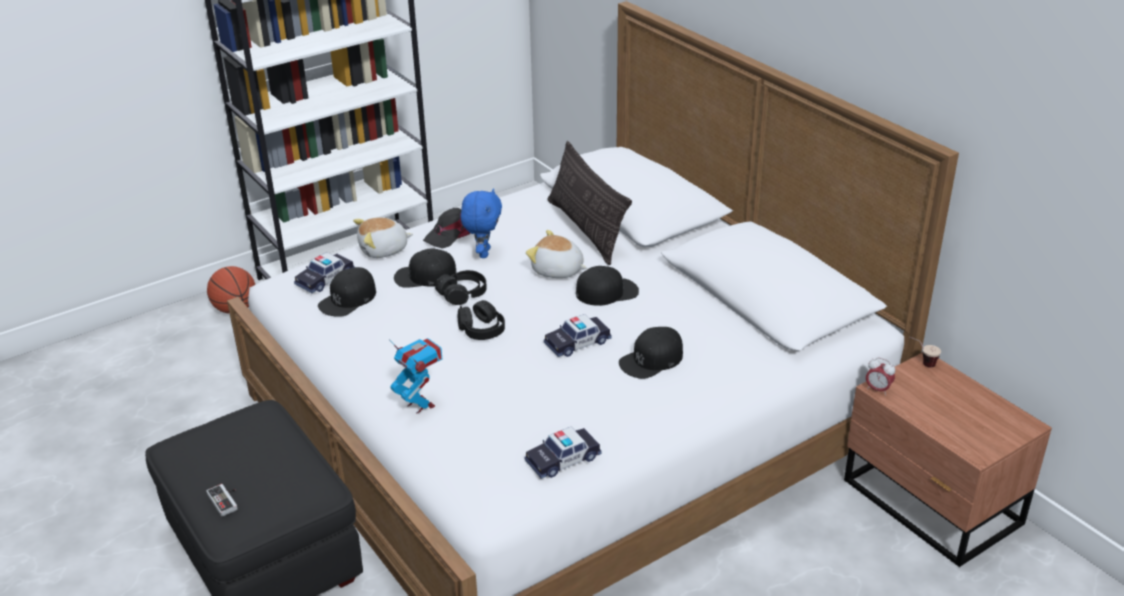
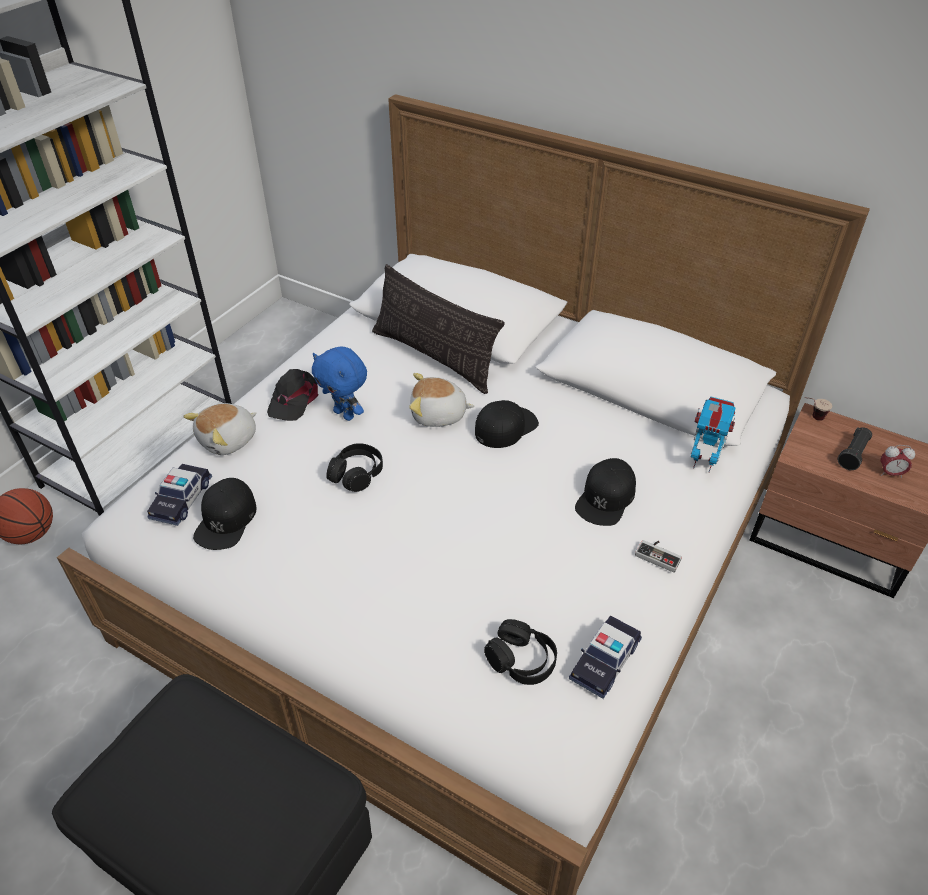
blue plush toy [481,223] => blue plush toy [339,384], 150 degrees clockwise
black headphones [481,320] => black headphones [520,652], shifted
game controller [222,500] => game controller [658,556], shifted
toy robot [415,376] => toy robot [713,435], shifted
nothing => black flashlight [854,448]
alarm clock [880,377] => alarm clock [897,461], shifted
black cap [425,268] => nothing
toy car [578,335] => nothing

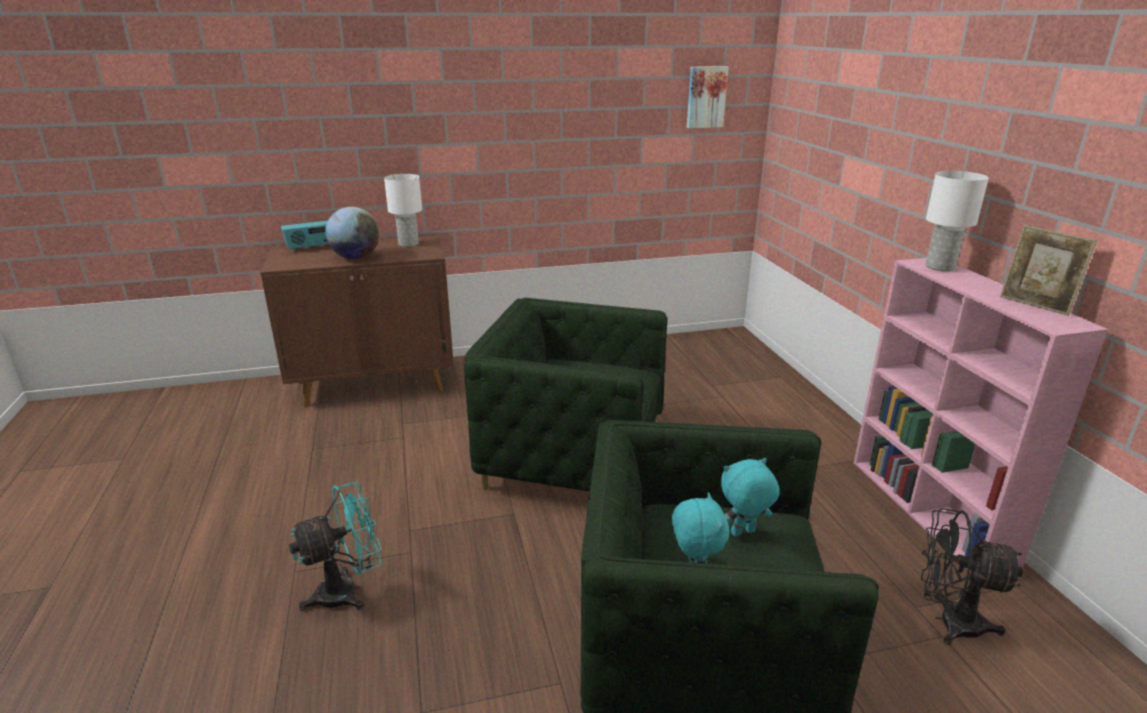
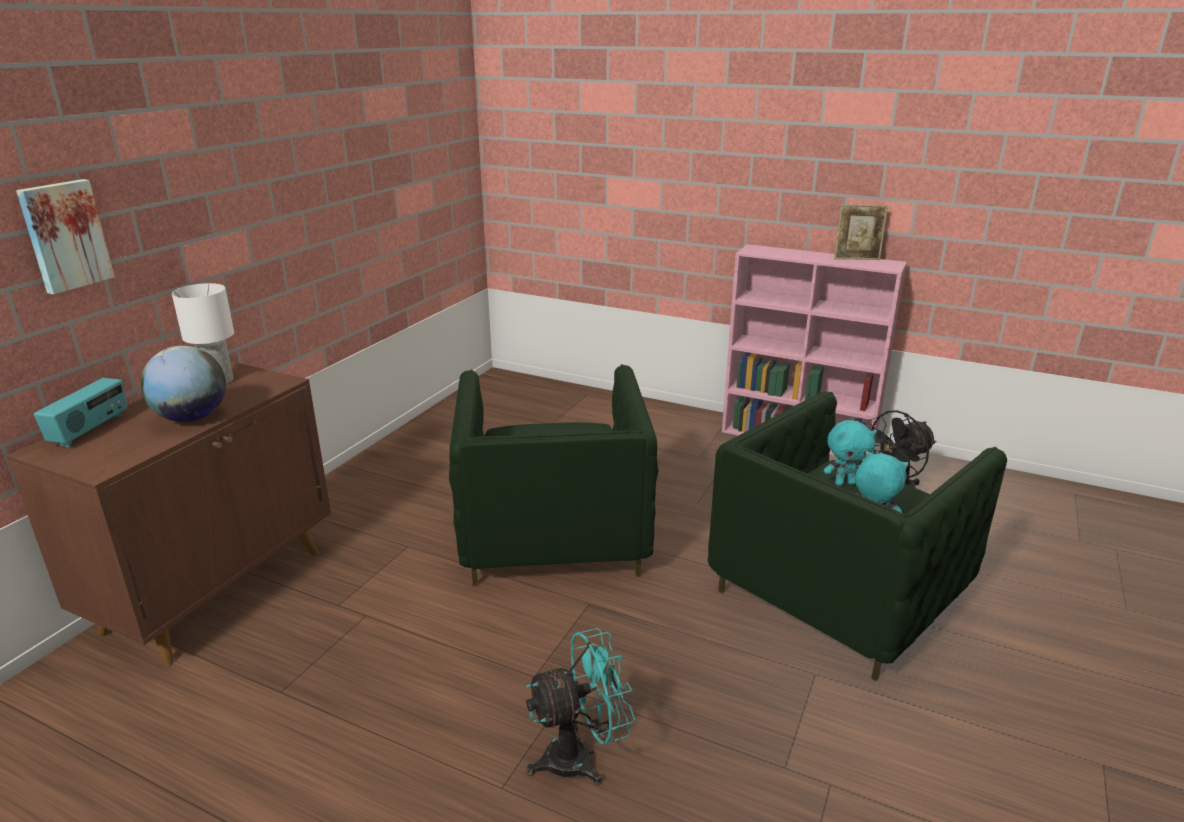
picture [708,97] => picture [65,236], shifted
green armchair [566,395] => green armchair [554,475], 60 degrees counterclockwise
turquoise fan [335,546] => turquoise fan [580,706], 60 degrees clockwise
turquoise plush toy [750,497] => turquoise plush toy [850,453], 120 degrees counterclockwise
white table lamp [957,221] => nothing

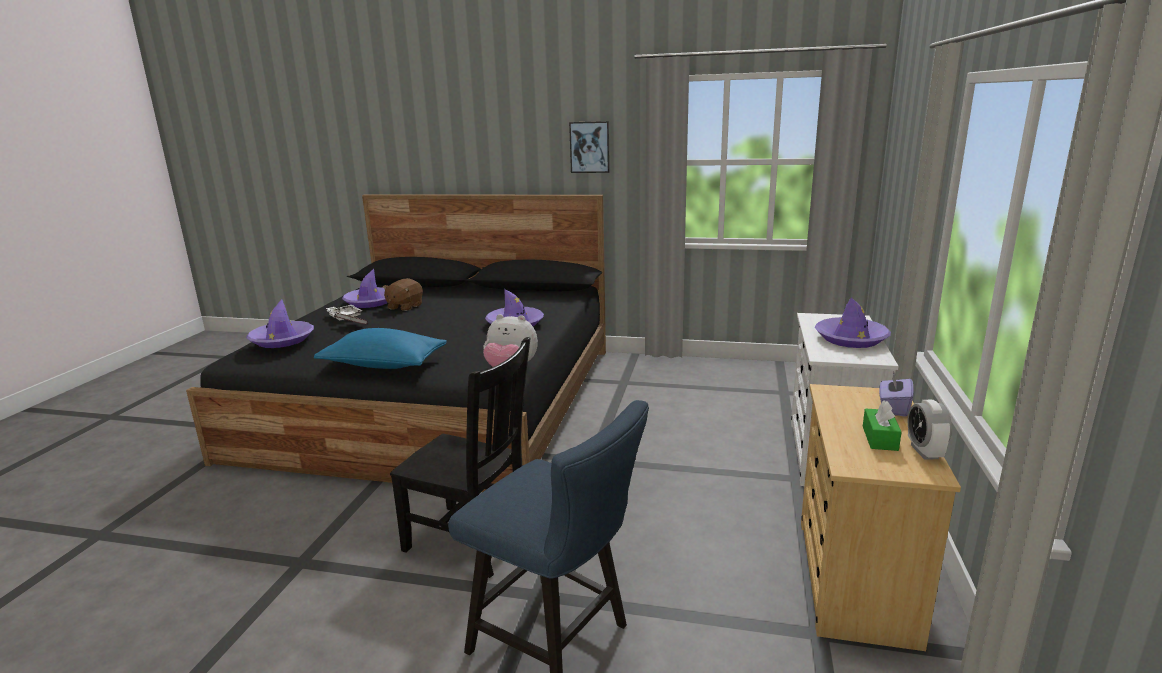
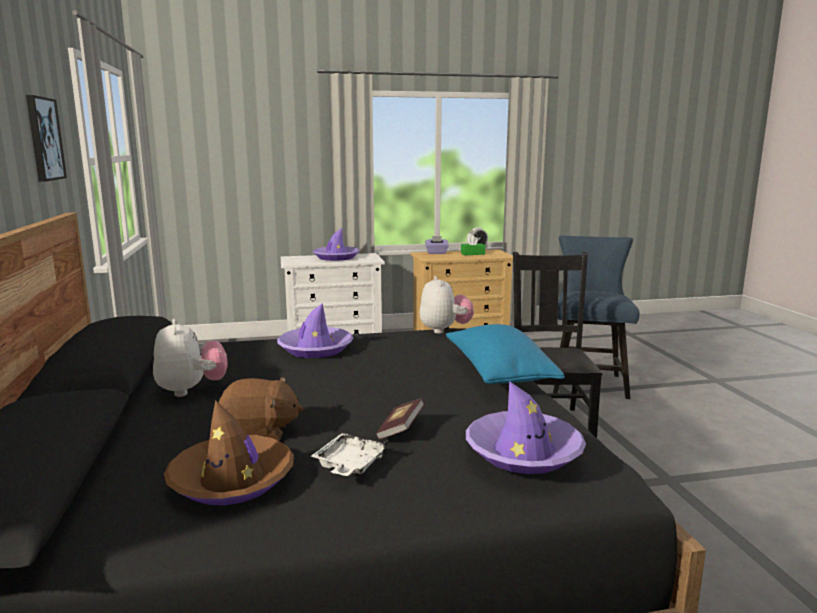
nothing => plush toy [190,358]
purple hat [364,288] => brown hat [229,452]

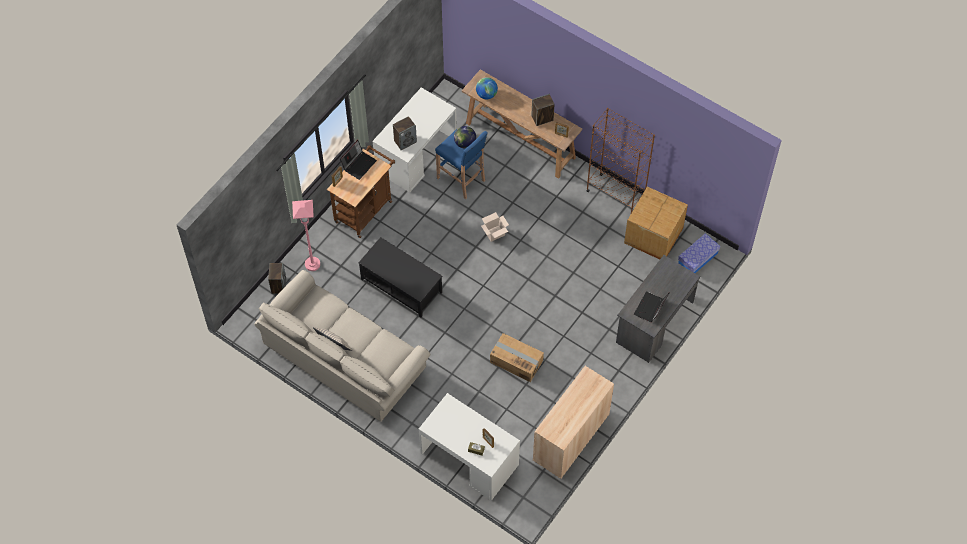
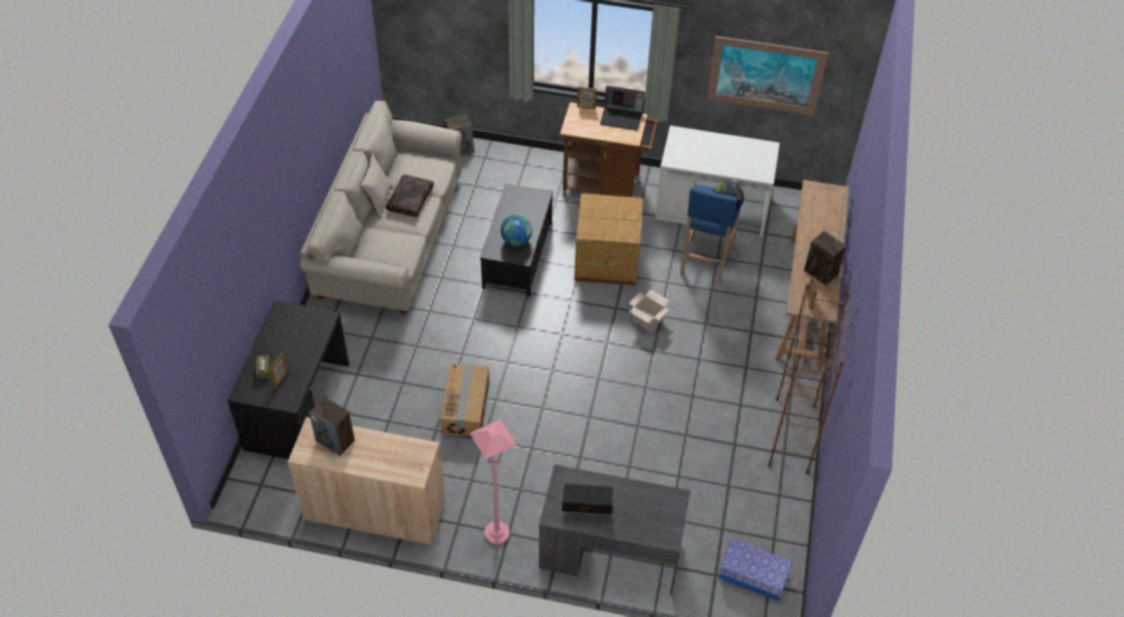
white desk [469,447] => black desk [288,379]
speaker [405,133] => speaker [332,426], shifted
nothing => brown pillow [410,195]
pink floor lamp [306,235] => pink floor lamp [493,482], shifted
globe [487,88] => globe [516,230], shifted
cardboard box [656,223] => cardboard box [608,239], shifted
nothing => picture [767,76]

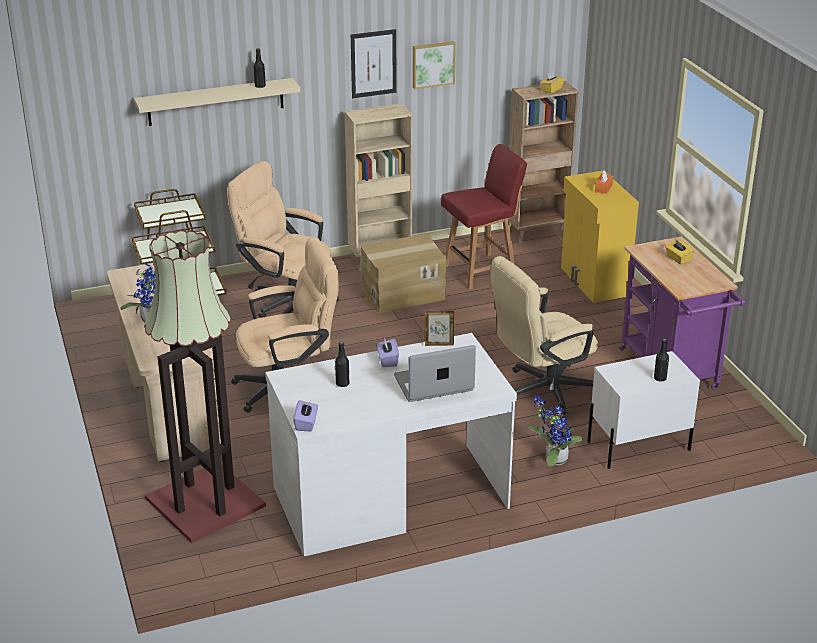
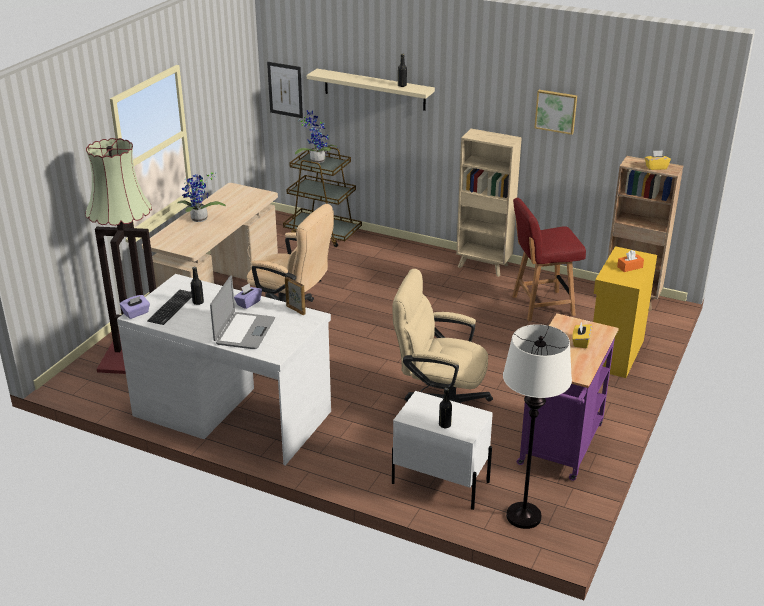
nothing => keyboard [169,307]
laptop [435,373] => laptop [242,312], 75 degrees clockwise
picture [374,63] => picture [285,90], shifted
potted plant [555,431] => potted plant [316,136], shifted
nothing => white floor lamp [537,426]
red chair [484,217] => red chair [549,259], 150 degrees clockwise
beige office chair [283,239] => nothing
cardboard box [403,273] => nothing

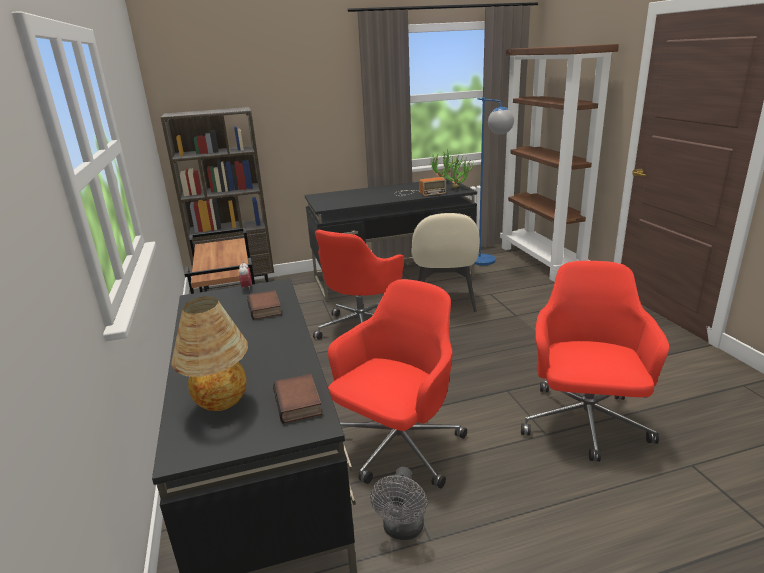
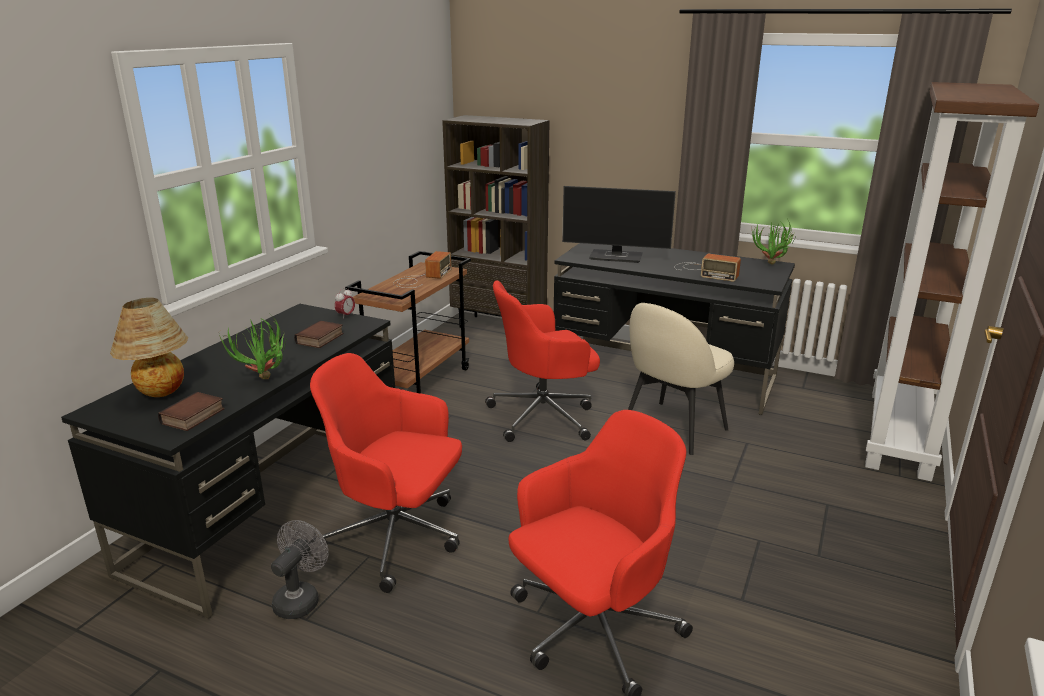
potted plant [458,171] => potted plant [252,346], shifted
grey fan [398,503] => grey fan [300,569], 150 degrees clockwise
red office chair [397,383] => red office chair [386,473], 150 degrees counterclockwise
nothing => radio [422,269]
nothing => monitor [619,224]
blue floor lamp [494,181] => nothing

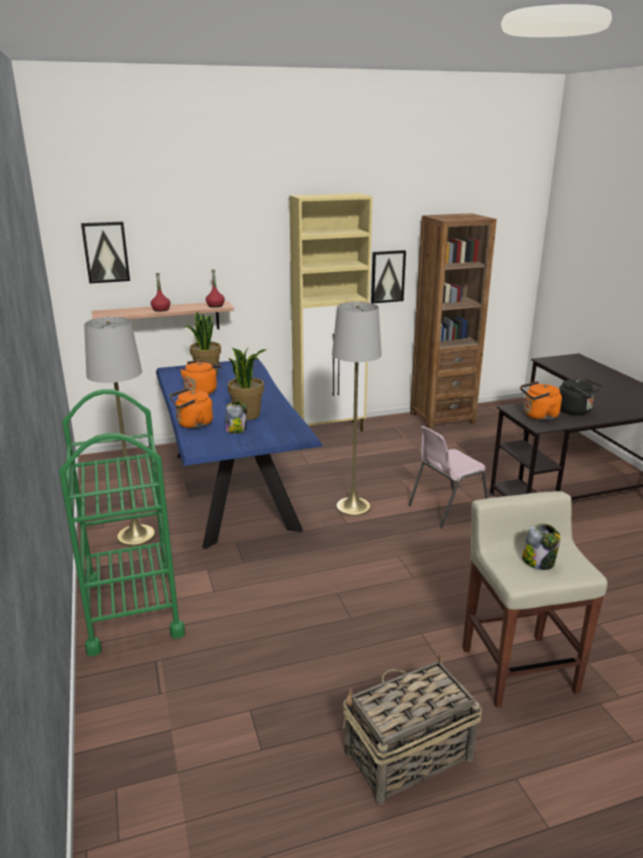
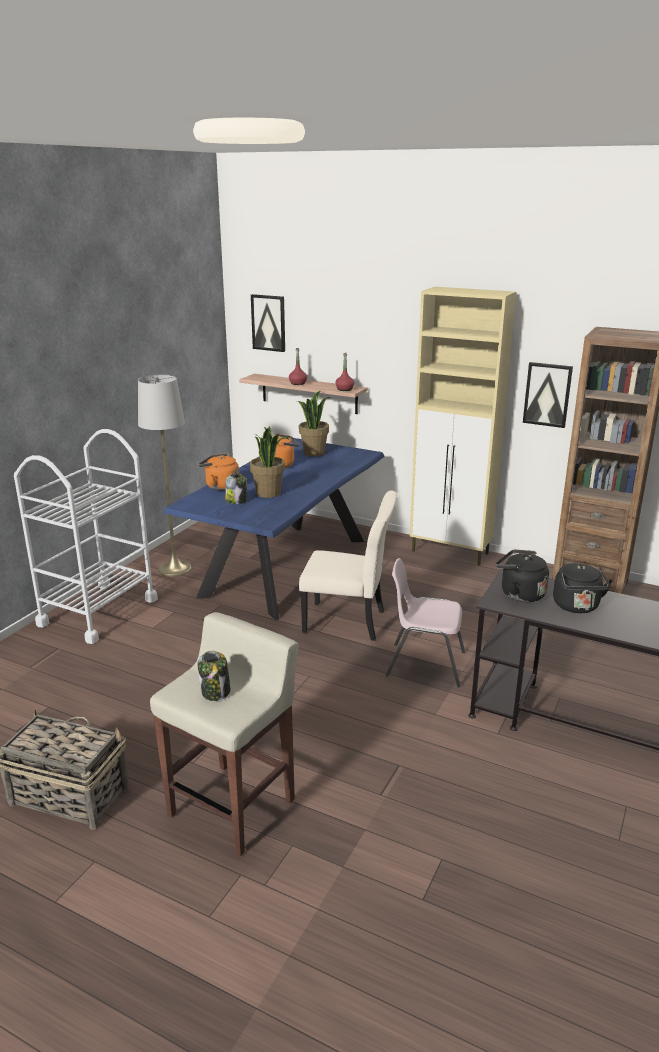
green cart [122,522] => white cart [86,536]
grey floor lamp [357,409] => beige chair [348,566]
orange kettle [541,400] => black kettle [522,576]

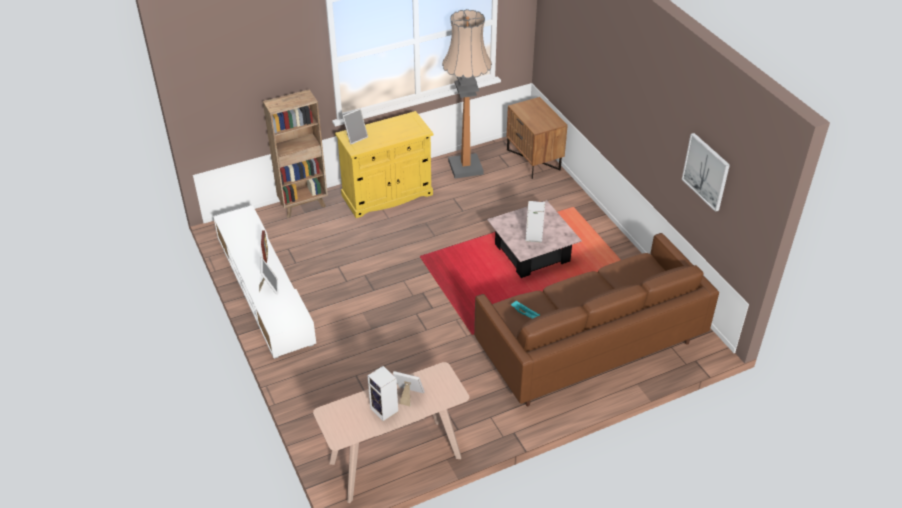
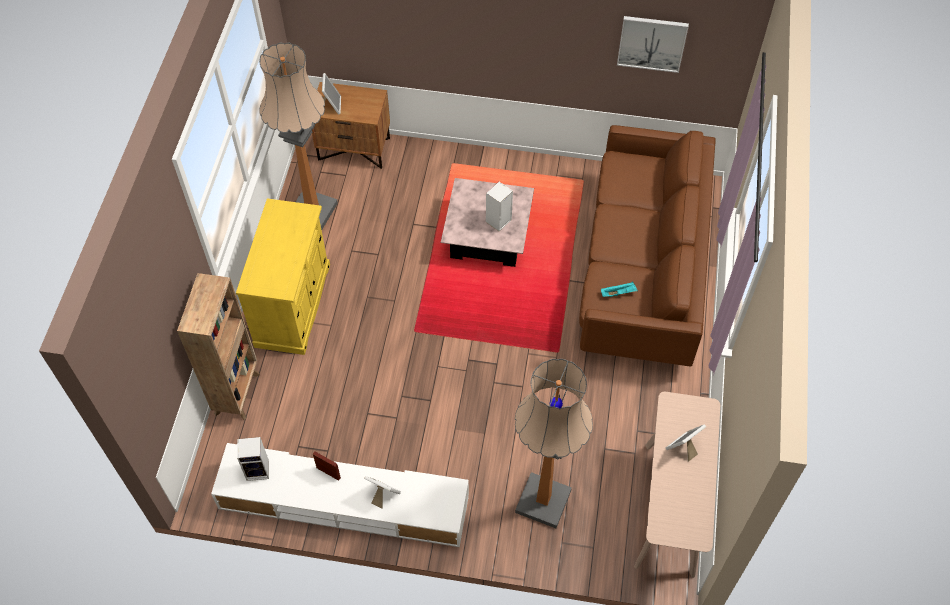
speaker [382,393] => speaker [253,459], shifted
picture frame [355,126] => picture frame [331,94], shifted
nothing => floor lamp [554,443]

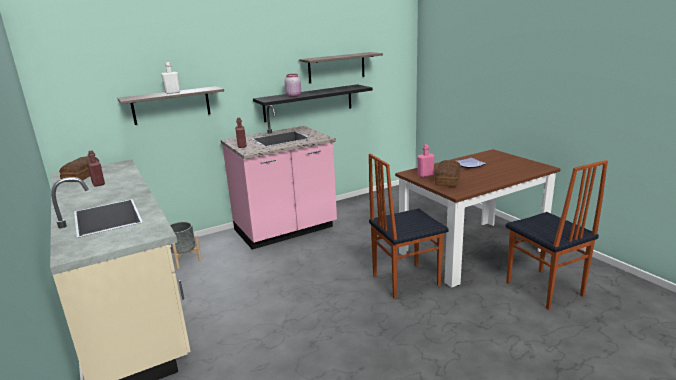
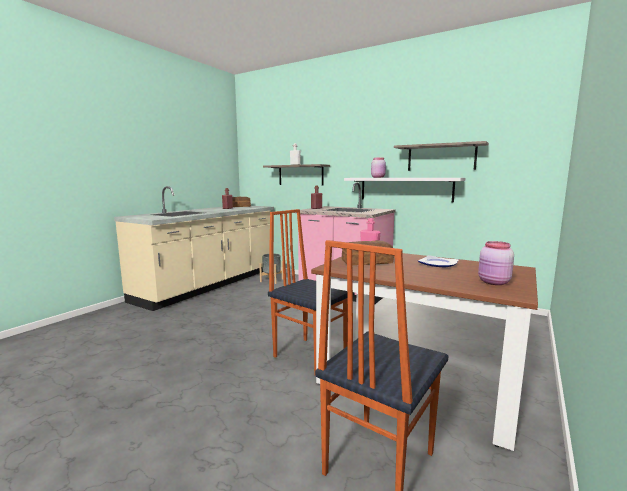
black shelf [313,103] => white shelf [404,190]
nothing => pink jar [496,263]

